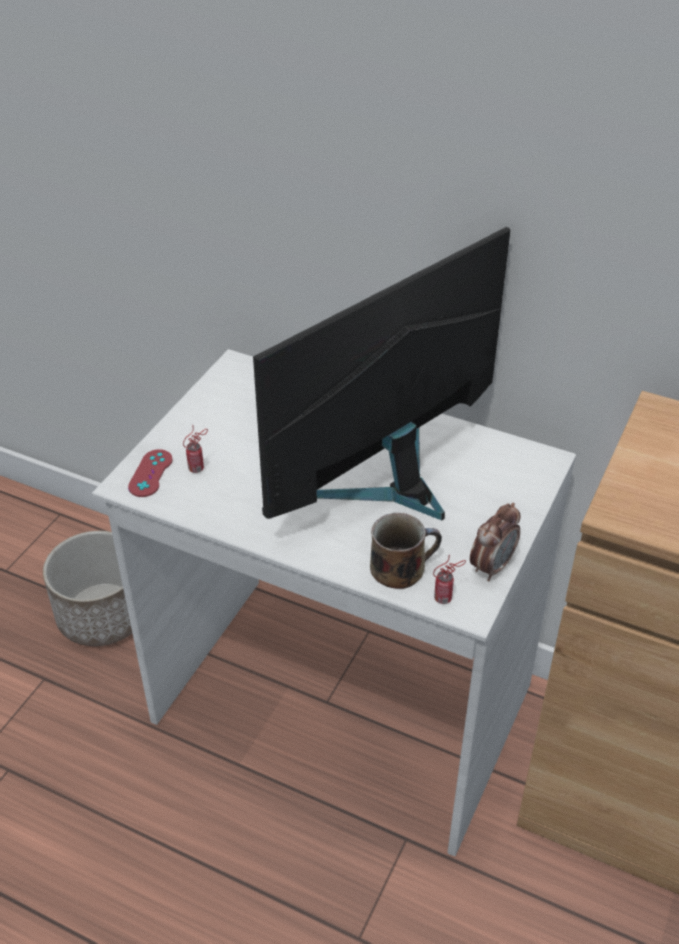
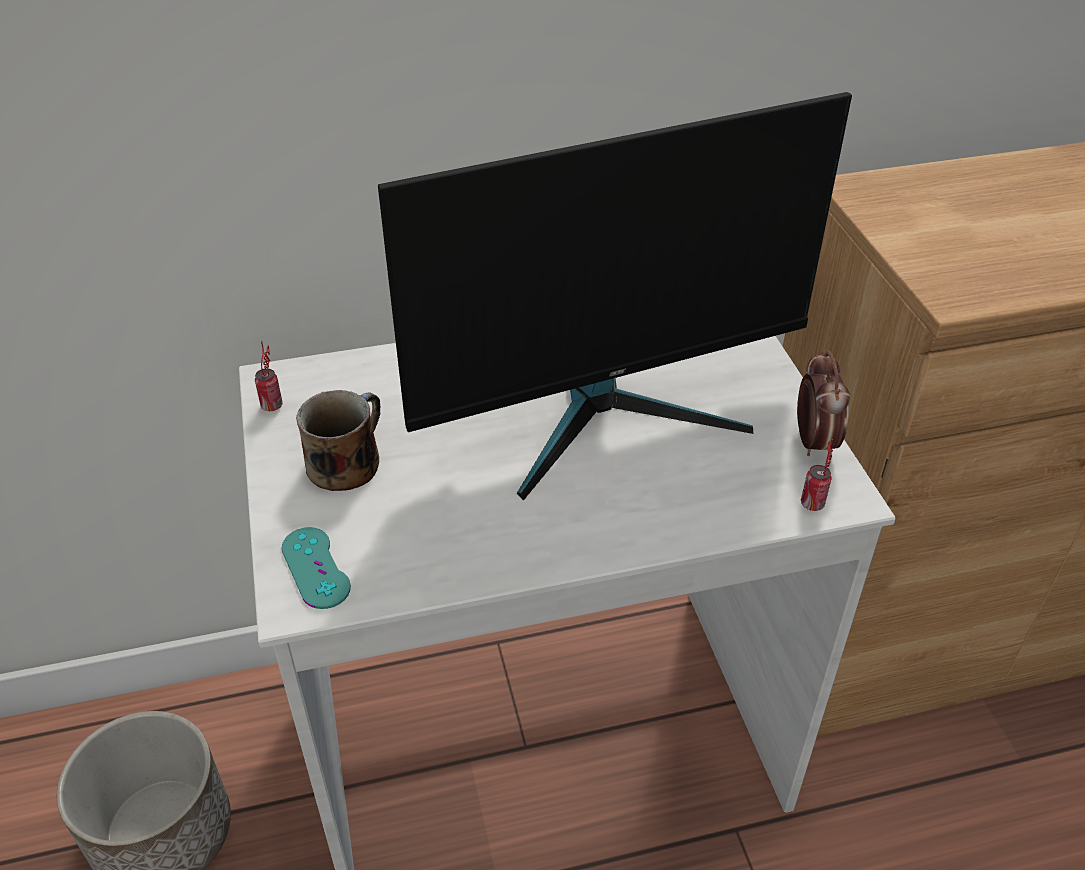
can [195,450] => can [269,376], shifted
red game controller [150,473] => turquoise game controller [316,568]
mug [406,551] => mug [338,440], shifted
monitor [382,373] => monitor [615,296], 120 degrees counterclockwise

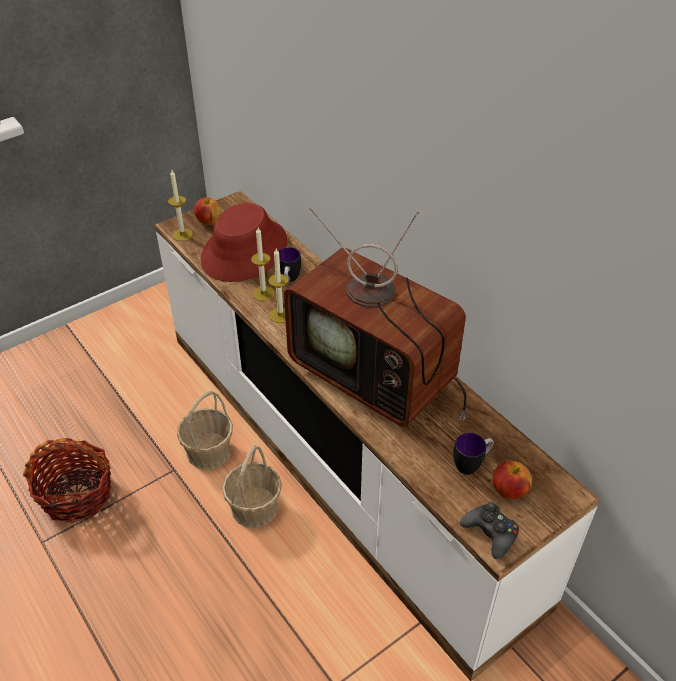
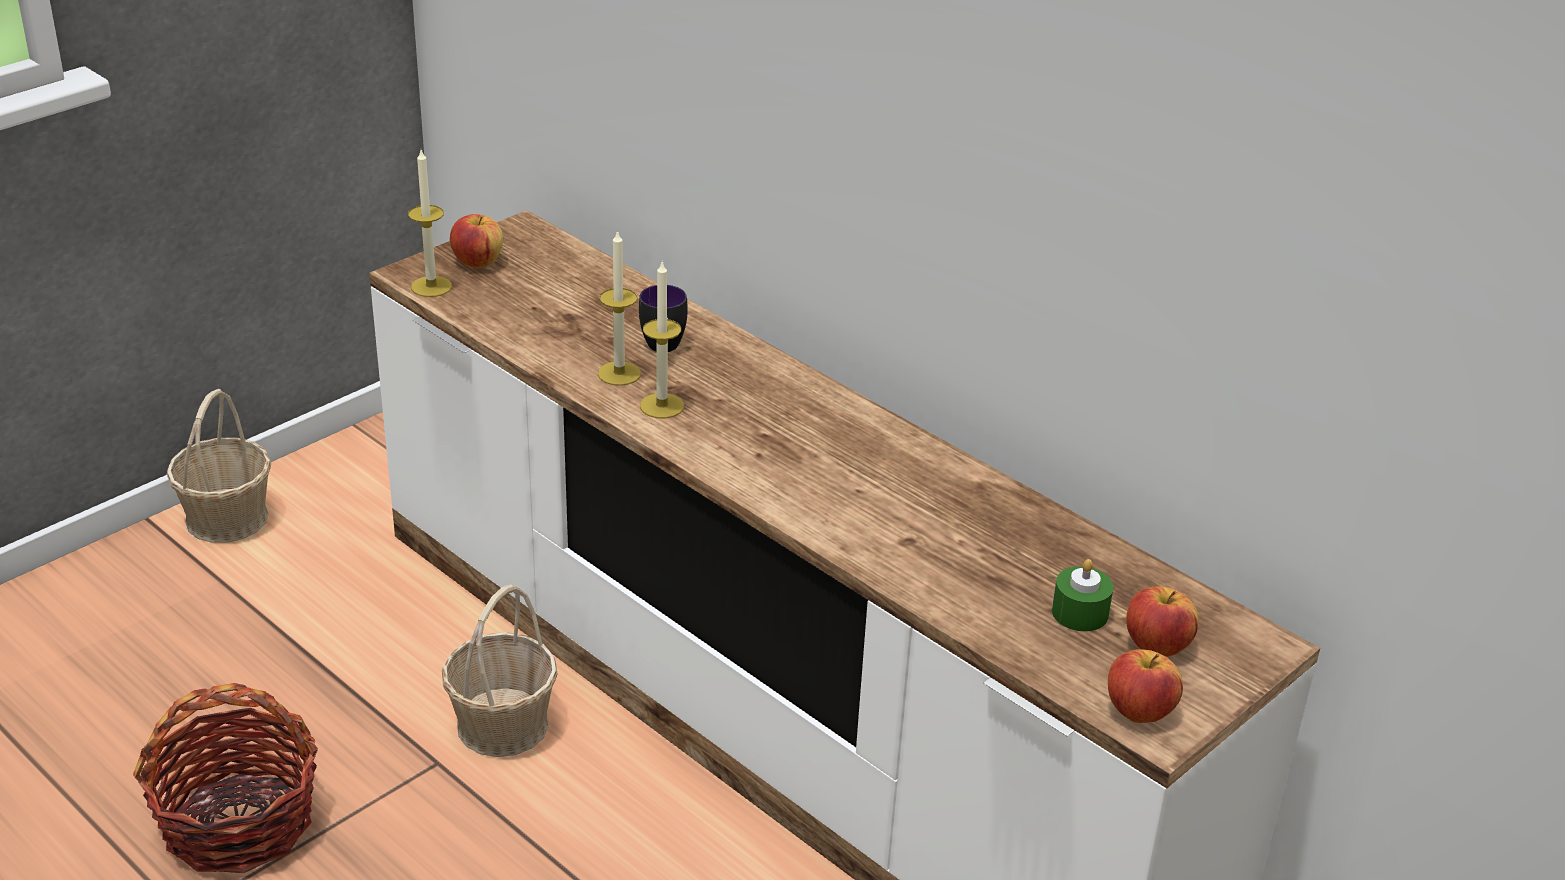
basket [252,487] => basket [219,466], shifted
mug [473,454] => green candle [1083,595]
black game controller [489,530] => apple [1145,686]
red hat [244,242] => nothing
television [375,317] => nothing

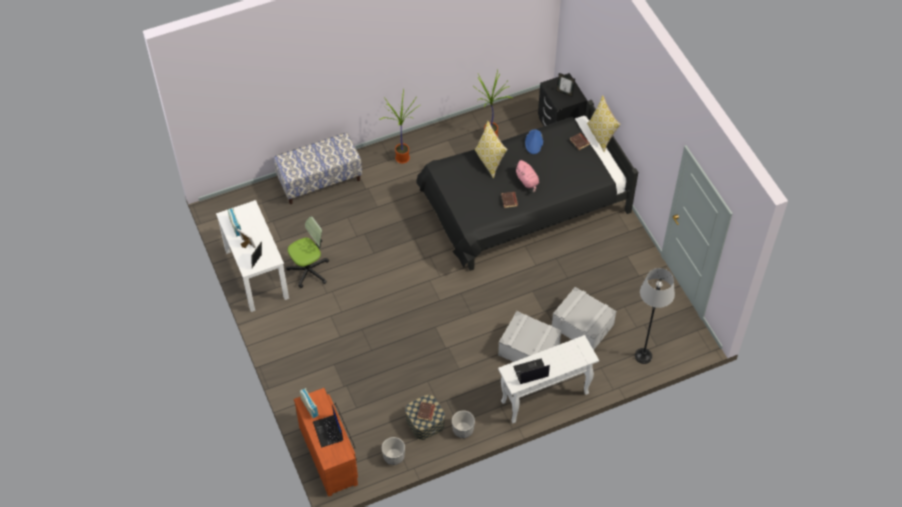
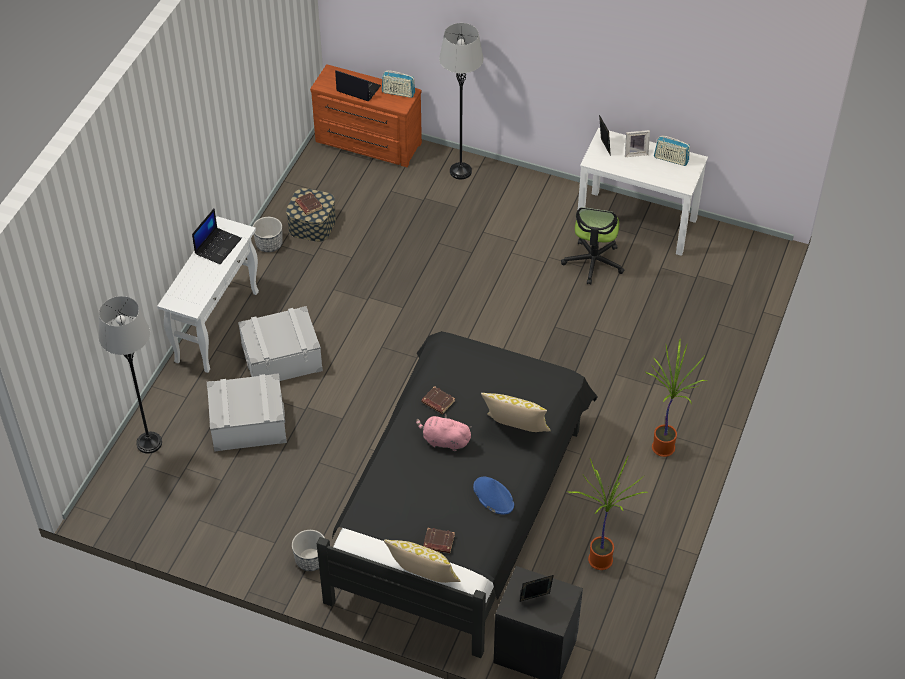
planter [393,451] => planter [308,550], shifted
nothing => grey floor lamp [461,101]
bench [317,168] => nothing

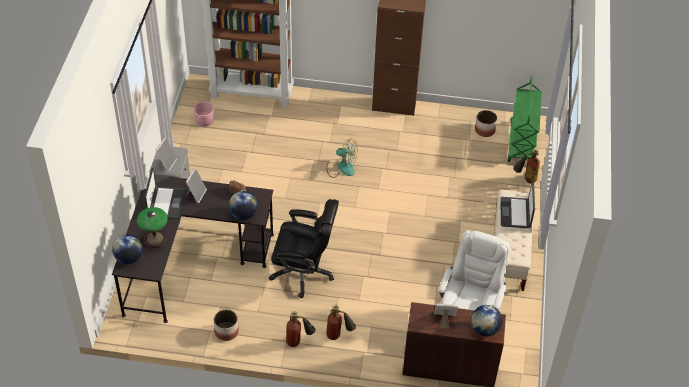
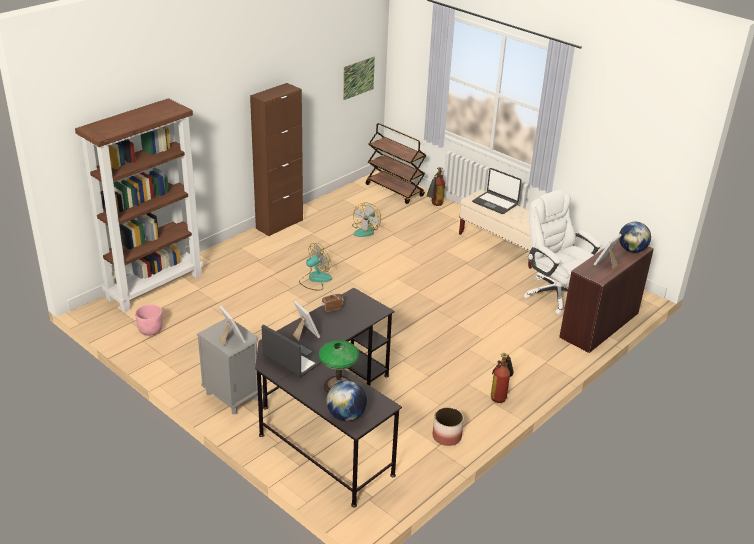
nothing => picture [359,78]
nothing => fan [366,220]
green cart [524,119] => brown cart [396,163]
globe [243,205] => nothing
black office chair [304,248] => nothing
fire extinguisher [341,322] => nothing
planter [486,123] => nothing

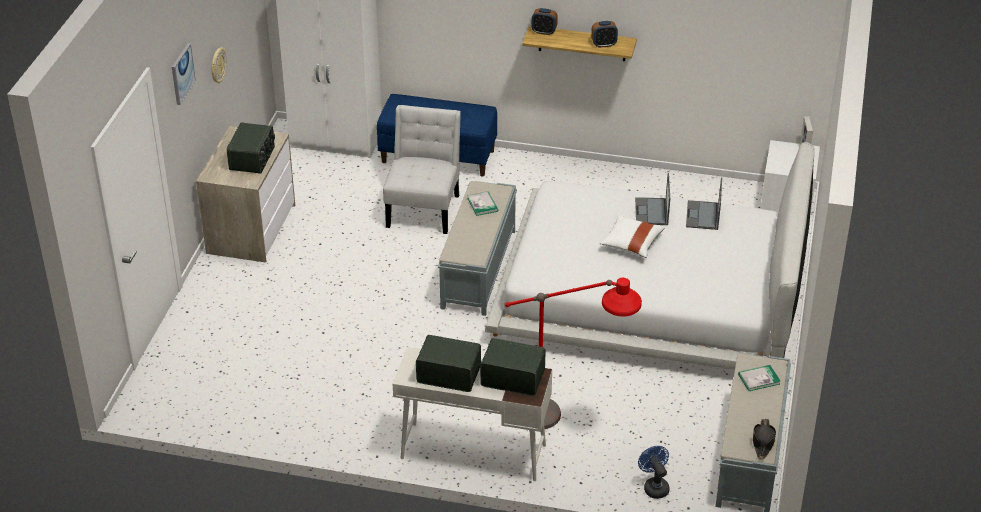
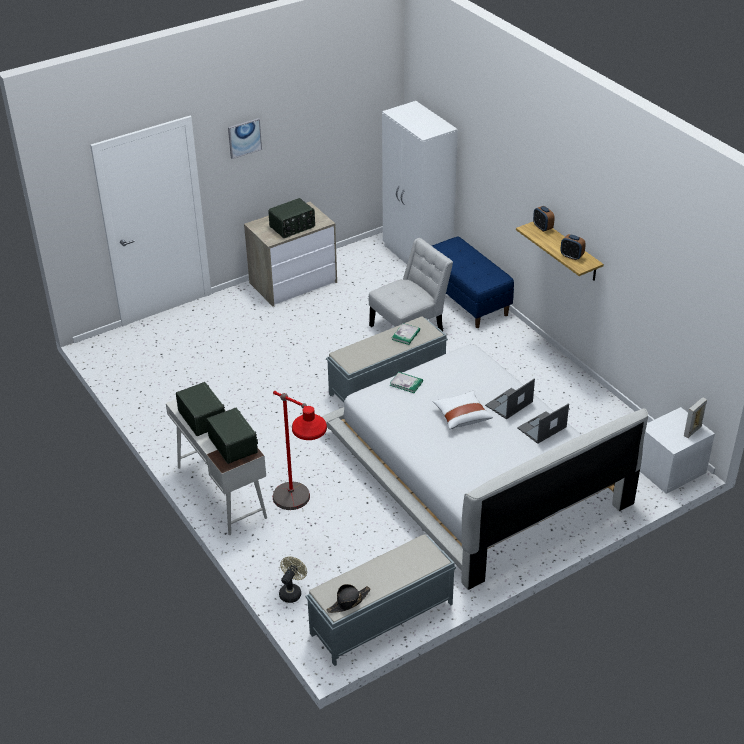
blue fan [654,472] => beige fan [293,579]
book [759,378] => book [406,382], shifted
wall clock [219,65] => nothing

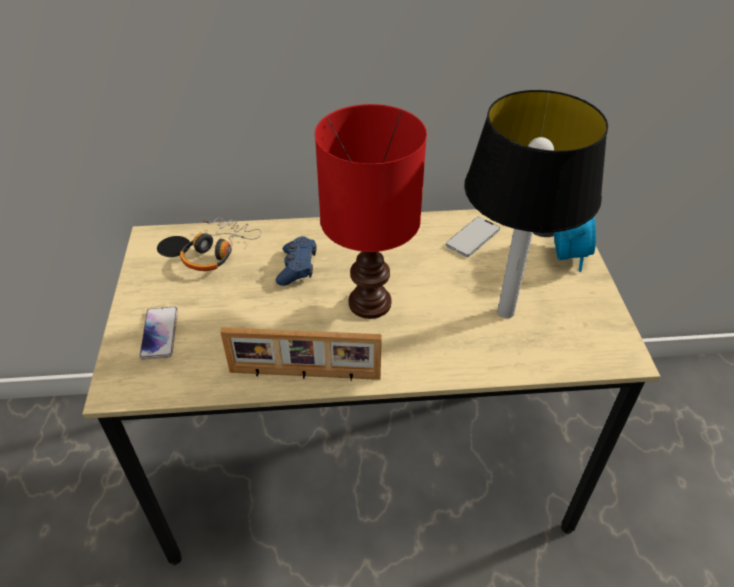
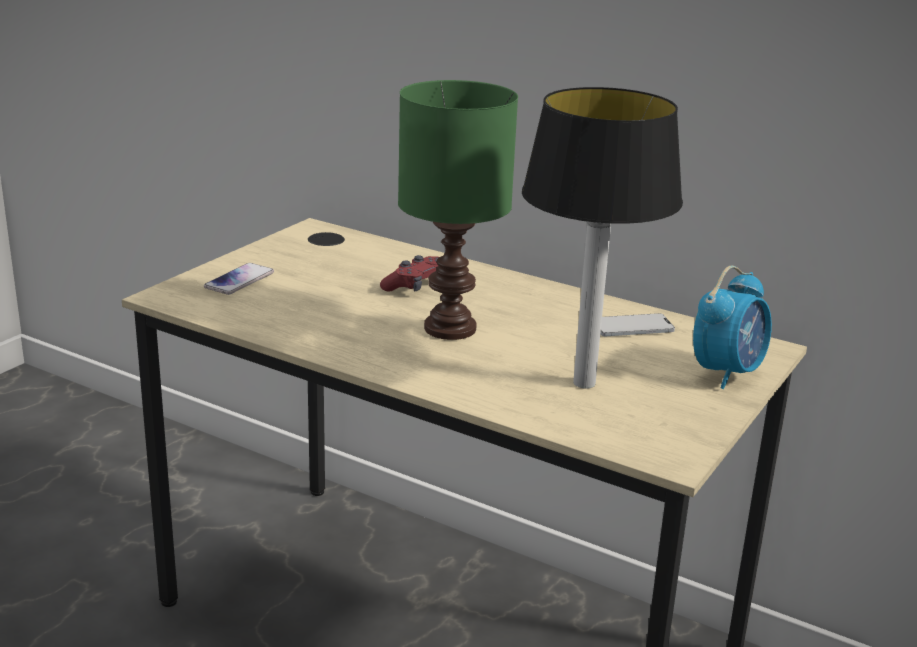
blue game controller [296,261] => red game controller [409,273]
red table lamp [371,211] => green table lamp [458,210]
headphones [220,244] => nothing
picture frame [301,354] => nothing

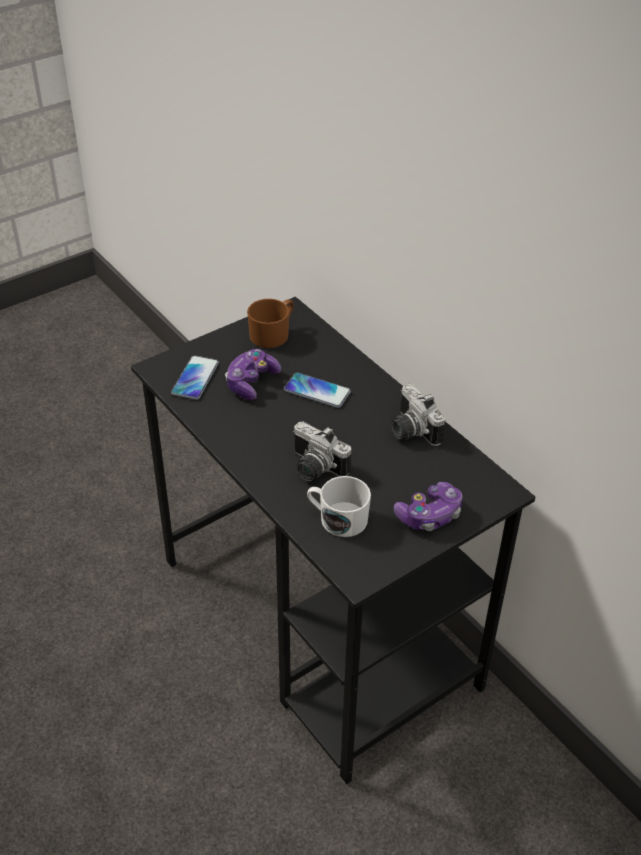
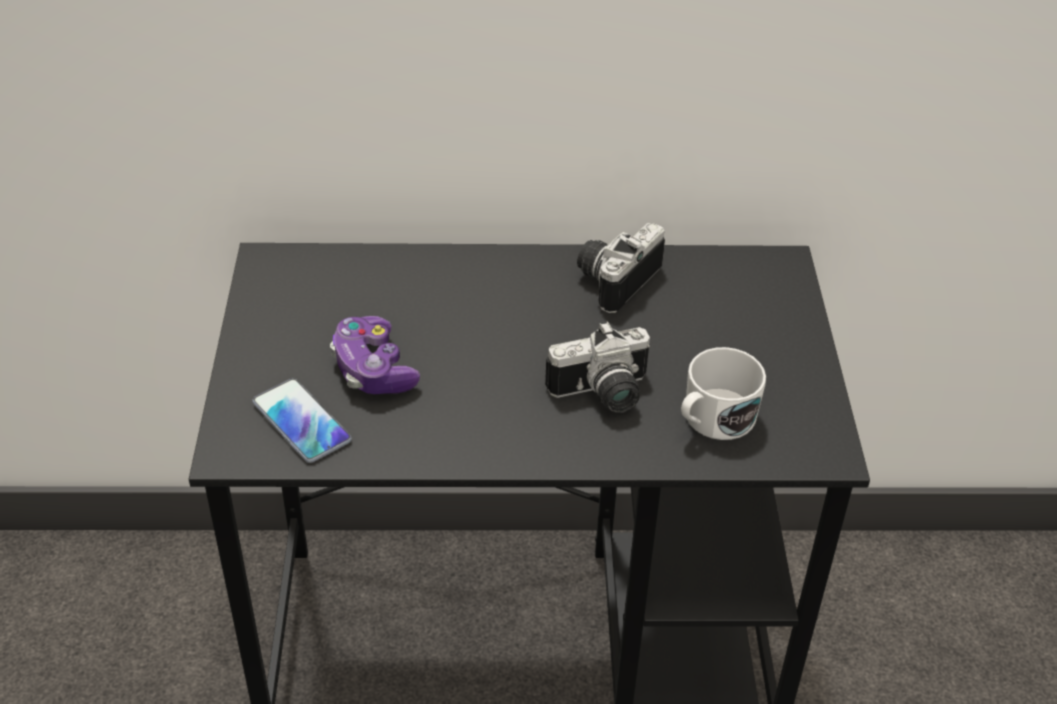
photo camera [418,415] => photo camera [621,268], 120 degrees clockwise
brown mug [270,323] => nothing
phone [317,390] => nothing
game controller [428,506] => nothing

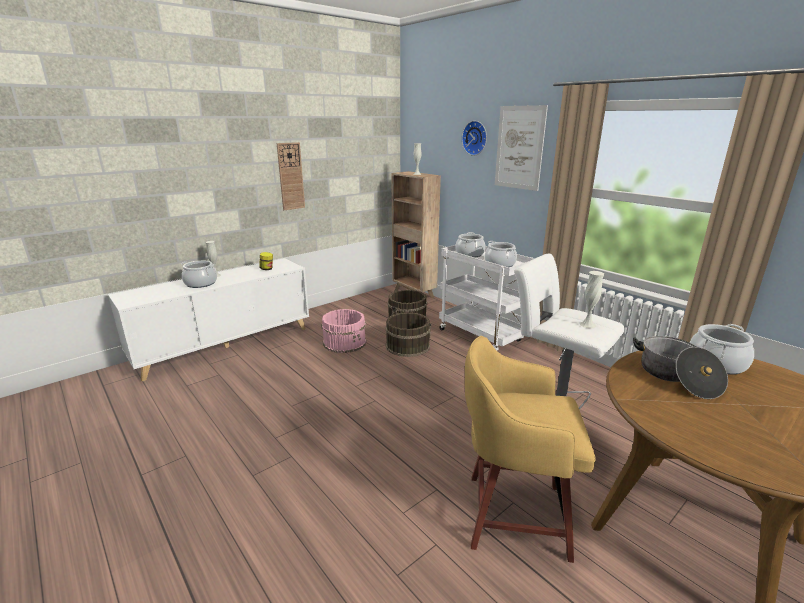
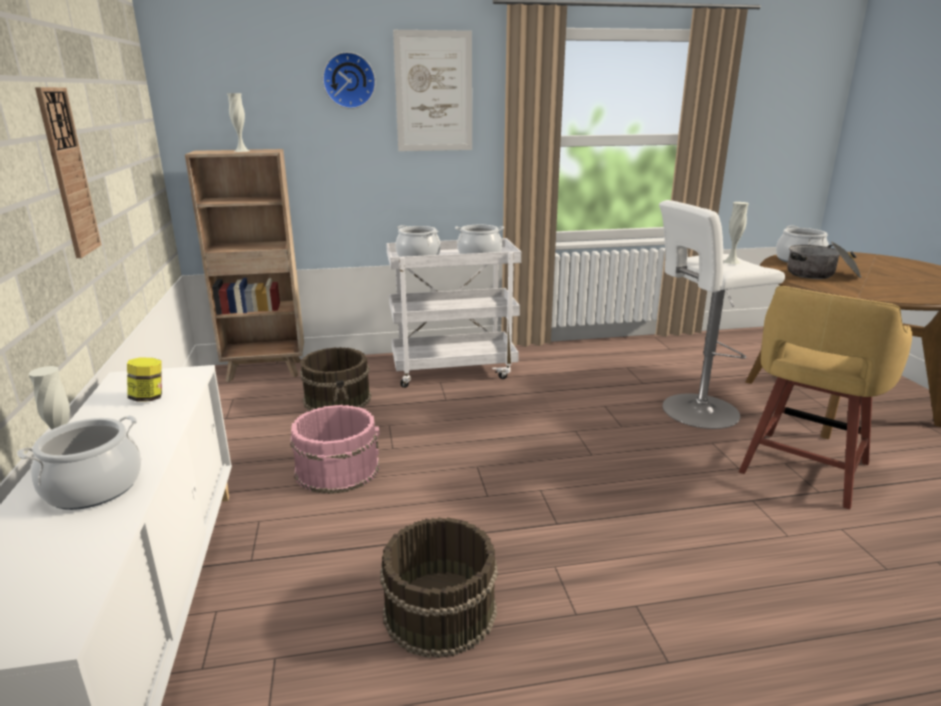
brown bucket [408,334] => brown bucket [439,587], shifted

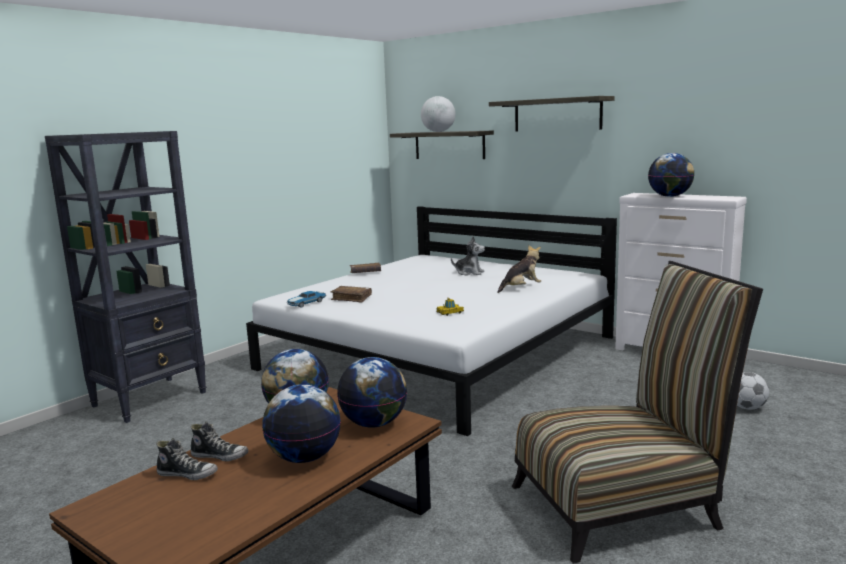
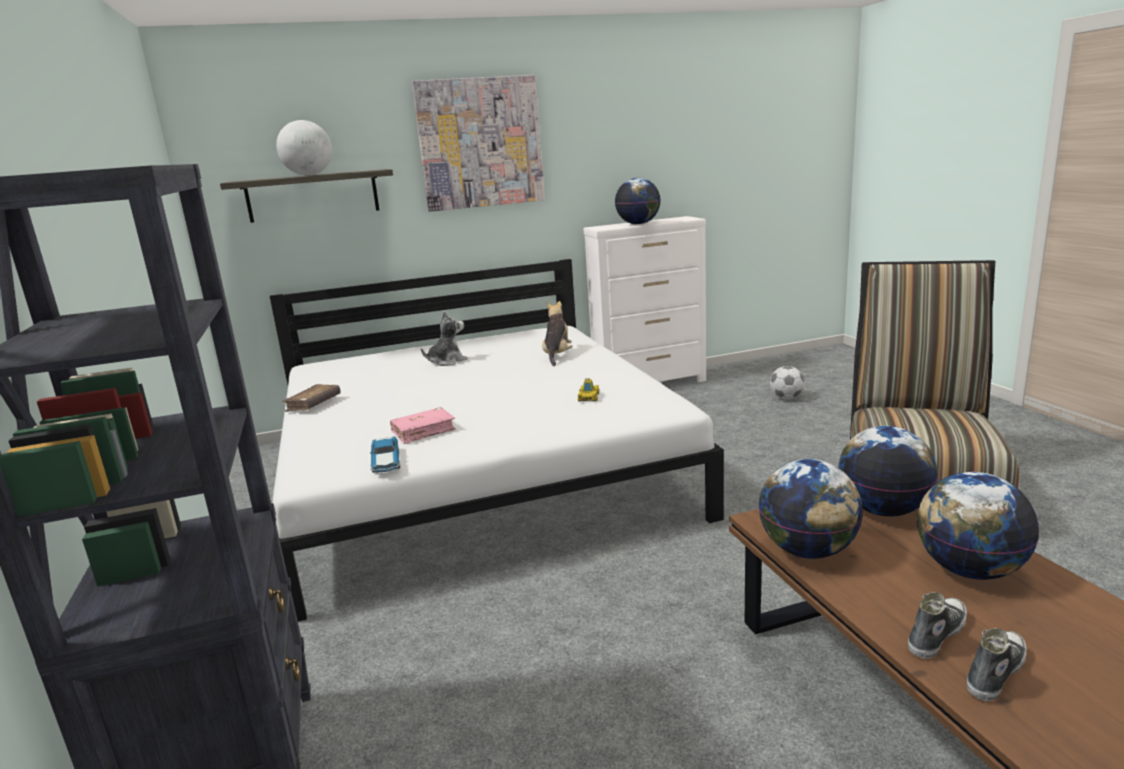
brown book [351,294] => pink book [423,425]
shelf [552,114] => picture [478,143]

